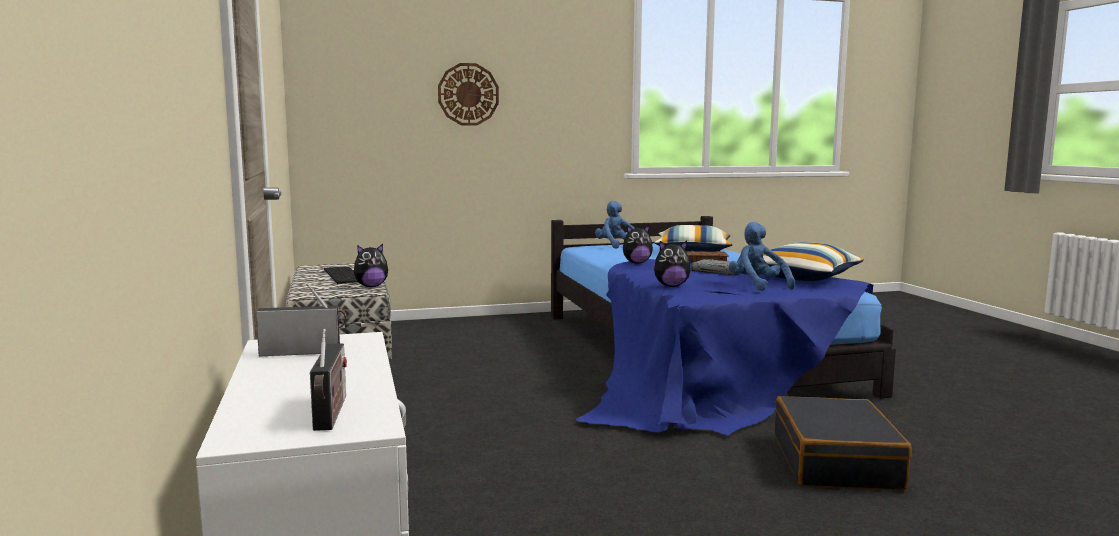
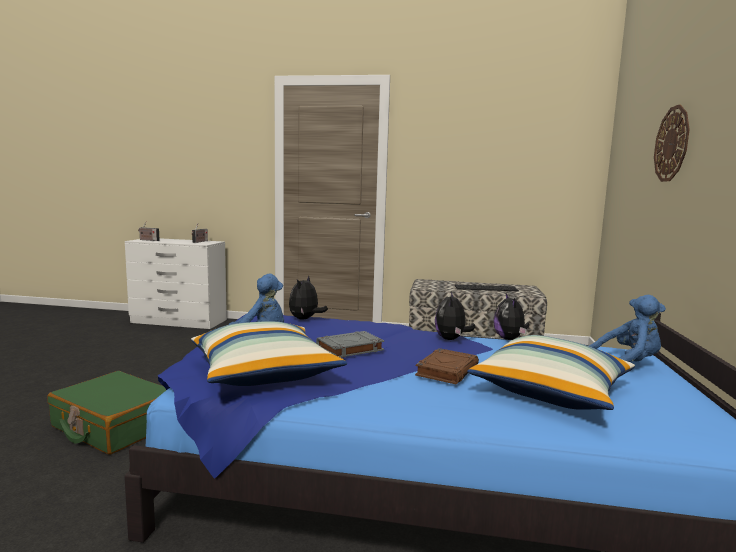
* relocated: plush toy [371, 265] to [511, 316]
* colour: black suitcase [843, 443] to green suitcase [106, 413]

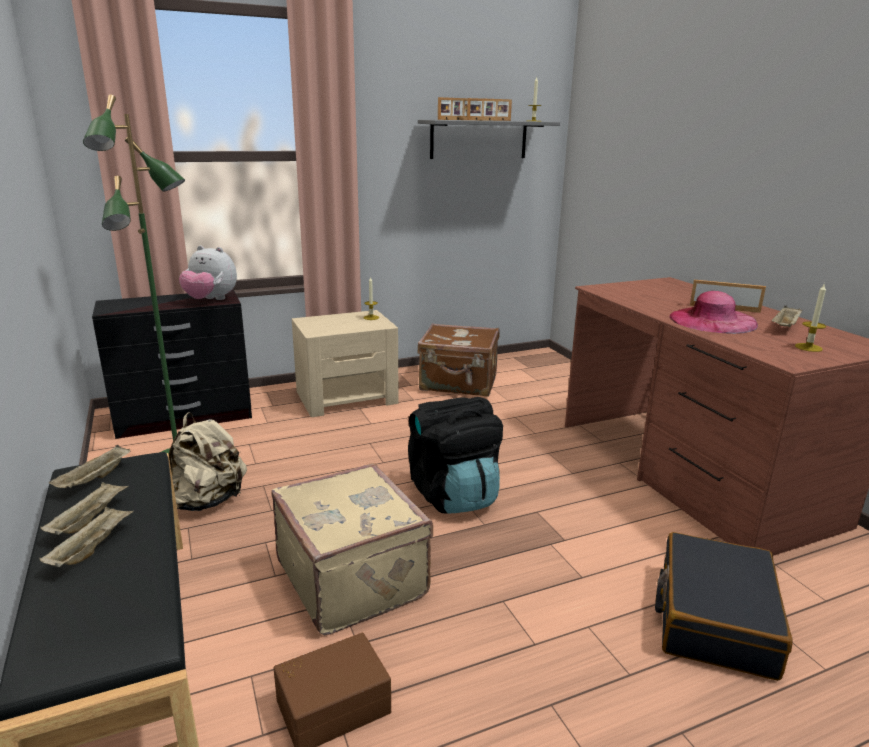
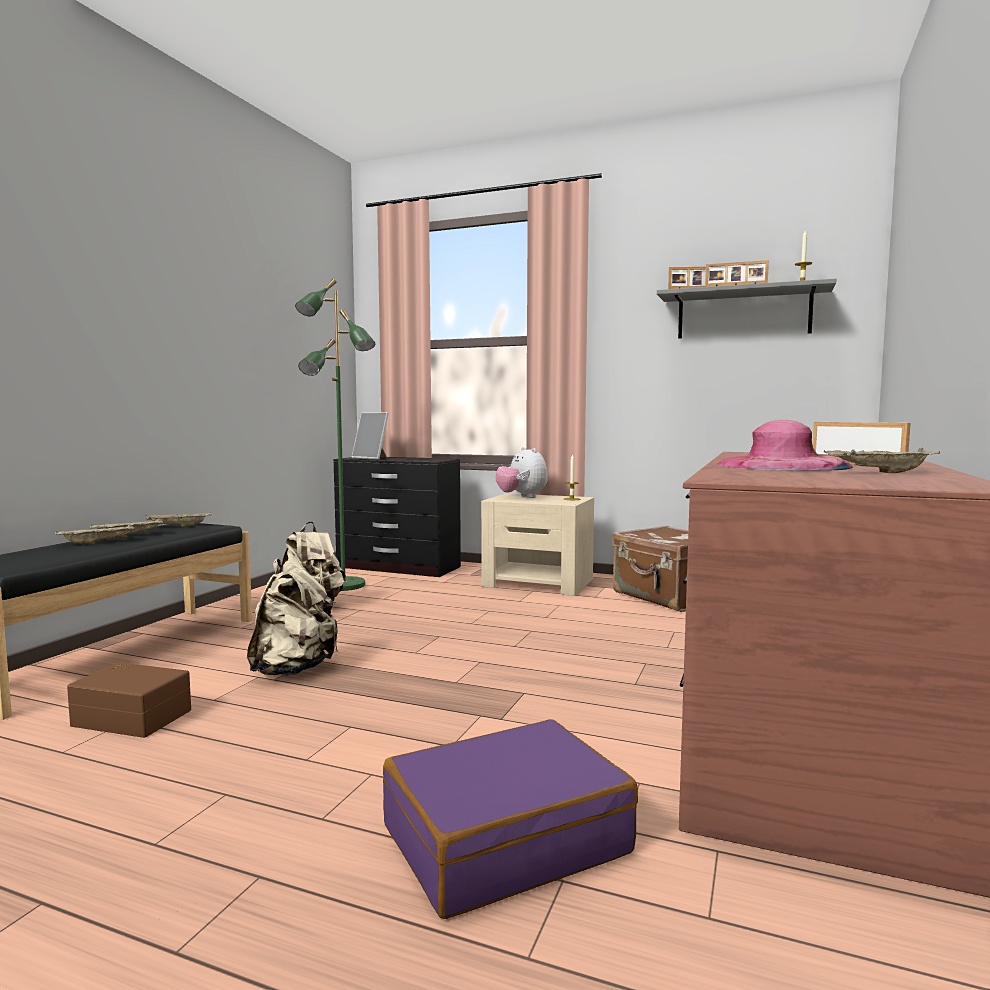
* relocated: plush toy [208, 272] to [522, 472]
* missing: candle [810, 317]
* missing: black backpack [455, 455]
* exchanged: beige suitcase [352, 549] to beige backpack [292, 617]
* colour: black suitcase [723, 606] to purple suitcase [510, 819]
* appeared: picture frame [370, 435]

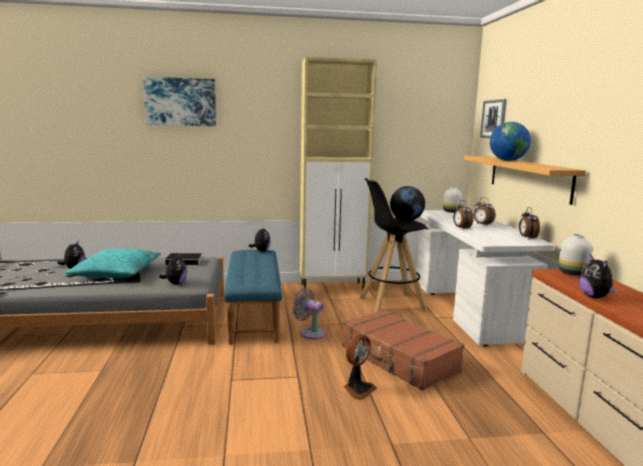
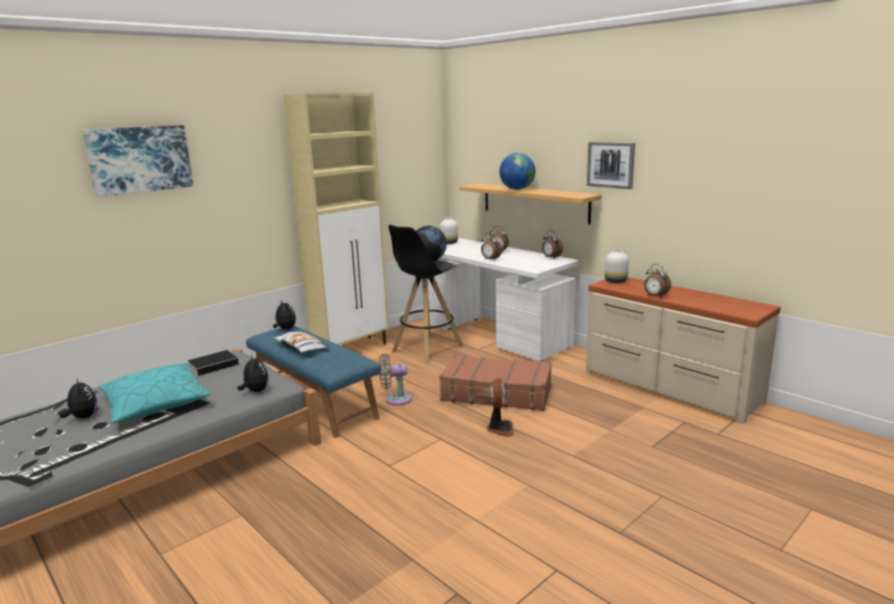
* relocated: picture [493, 118] to [611, 165]
* exchanged: plush toy [598, 276] to alarm clock [657, 280]
* appeared: pillow [301, 342]

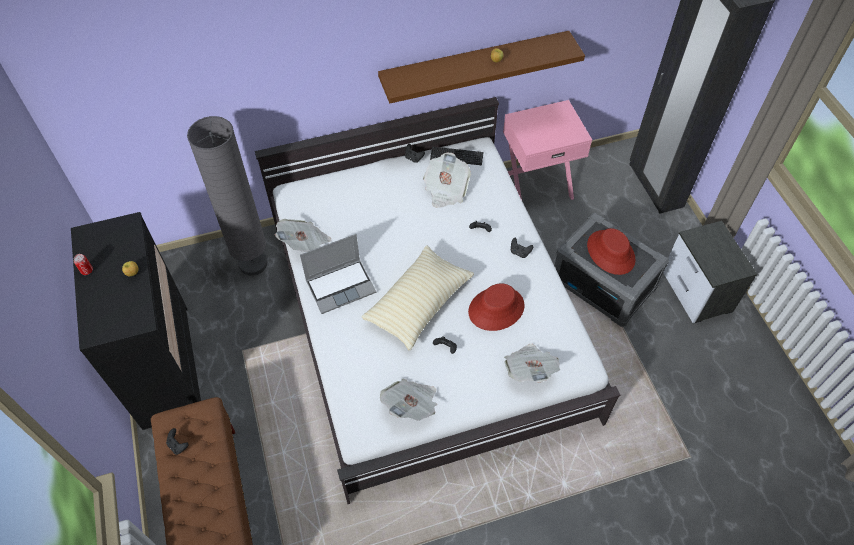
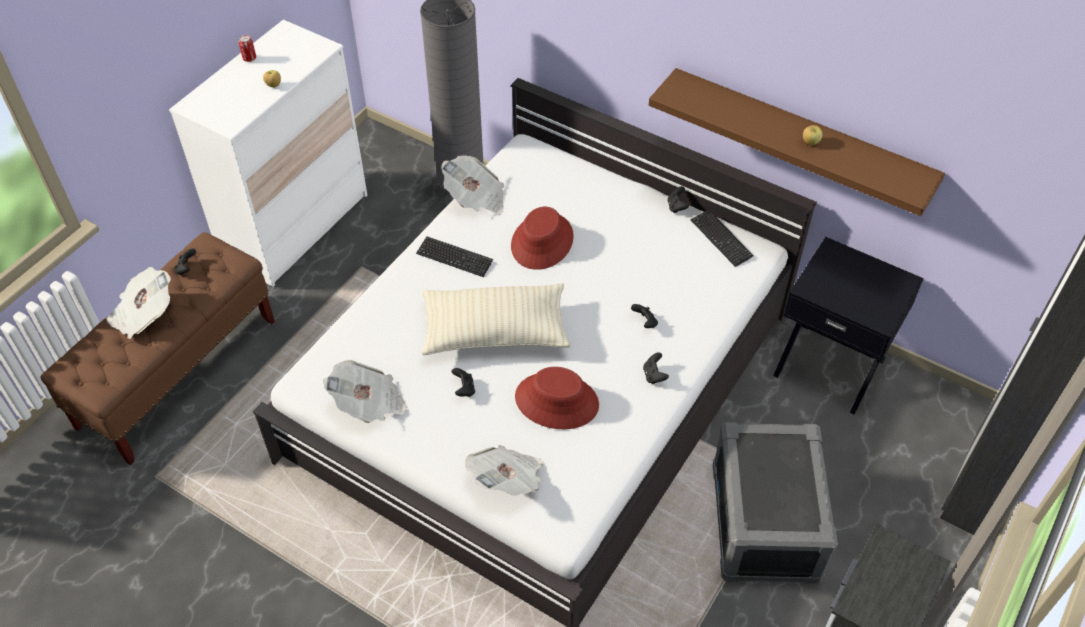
* colour: pink nightstand [547, 150] to black nightstand [848, 325]
* relocated: newspaper [447, 180] to [139, 303]
* colour: black dresser [136, 321] to white dresser [268, 153]
* relocated: red hat [611, 251] to [542, 238]
* exchanged: laptop [338, 274] to keyboard [454, 256]

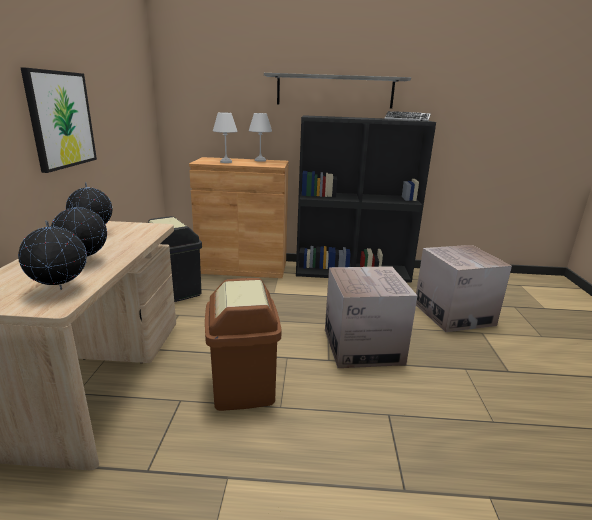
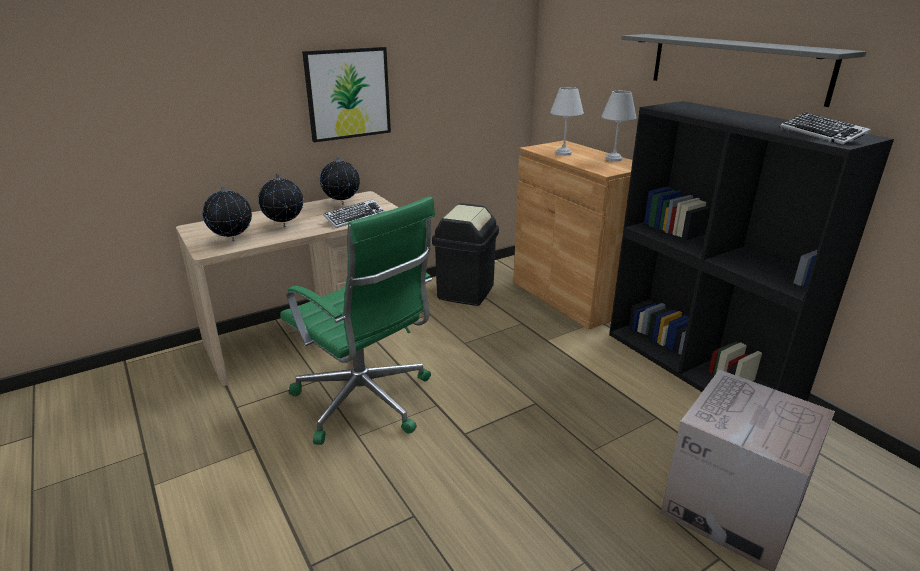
* missing: cardboard box [371, 317]
* exchanged: brown trash can [243, 344] to green office chair [357, 320]
* appeared: keyboard [354, 213]

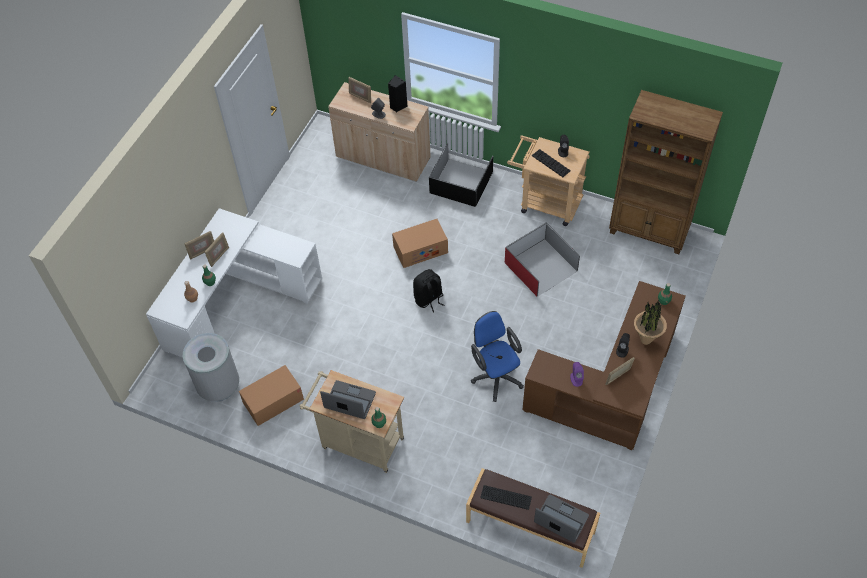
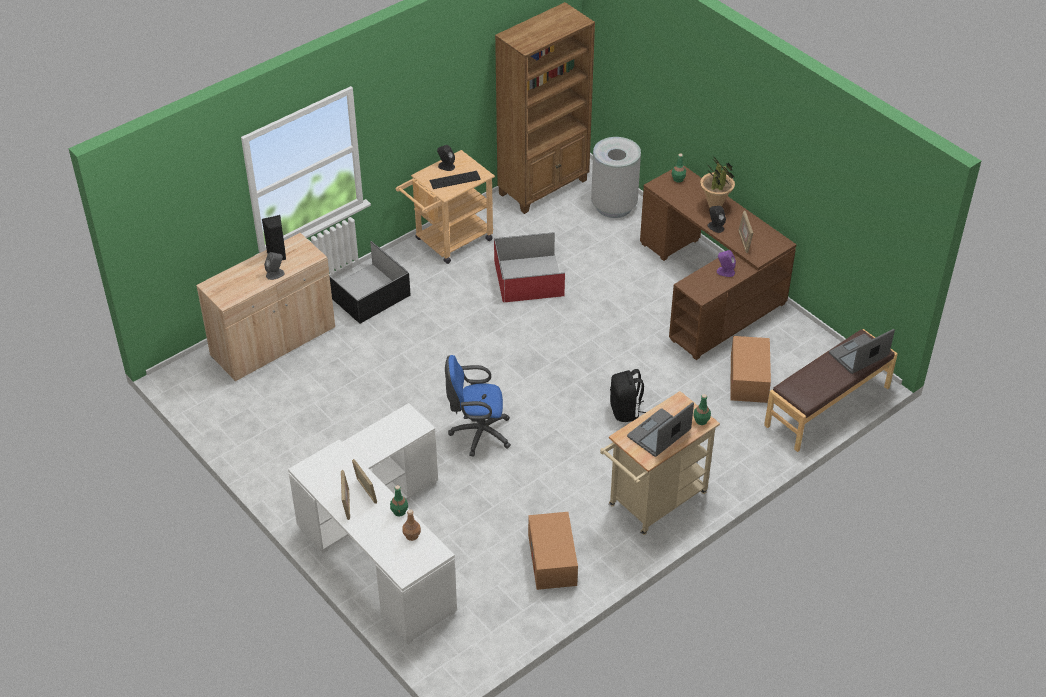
* missing: picture frame [359, 90]
* relocated: cardboard box [420, 243] to [751, 369]
* relocated: black backpack [428, 291] to [628, 395]
* relocated: blue office chair [497, 356] to [478, 406]
* relocated: grey trash can [211, 367] to [616, 177]
* missing: keyboard [506, 497]

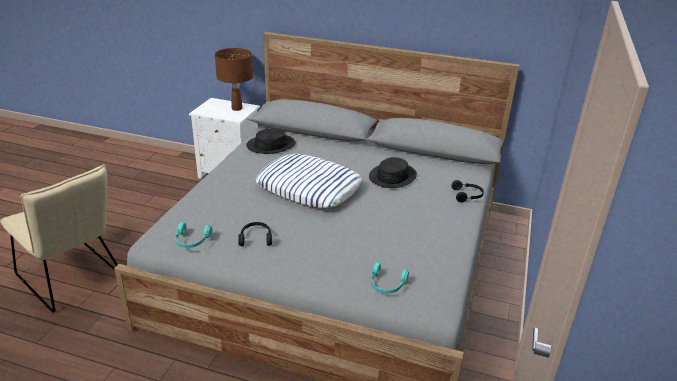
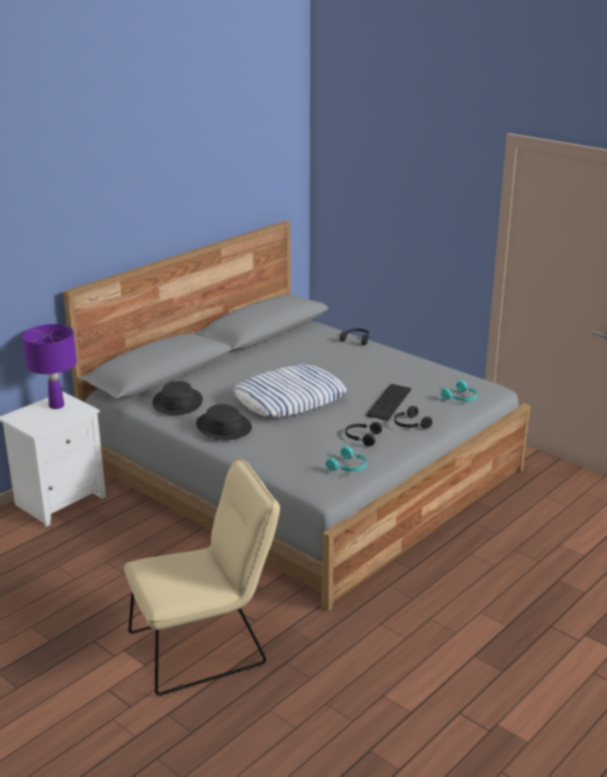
* colour: brown table lamp [234, 79] to purple table lamp [49, 366]
* relocated: black hat [393, 172] to [224, 422]
* appeared: keyboard [388, 402]
* appeared: black headphones [413, 417]

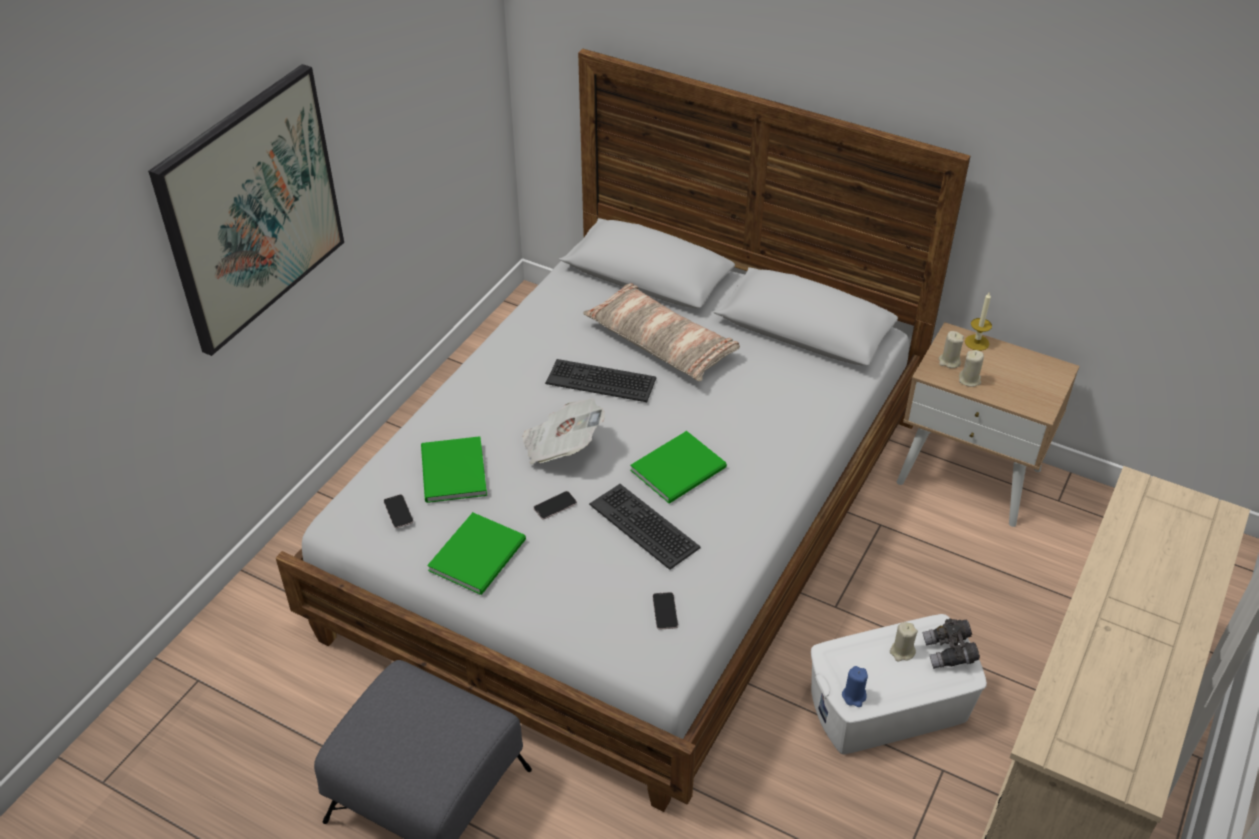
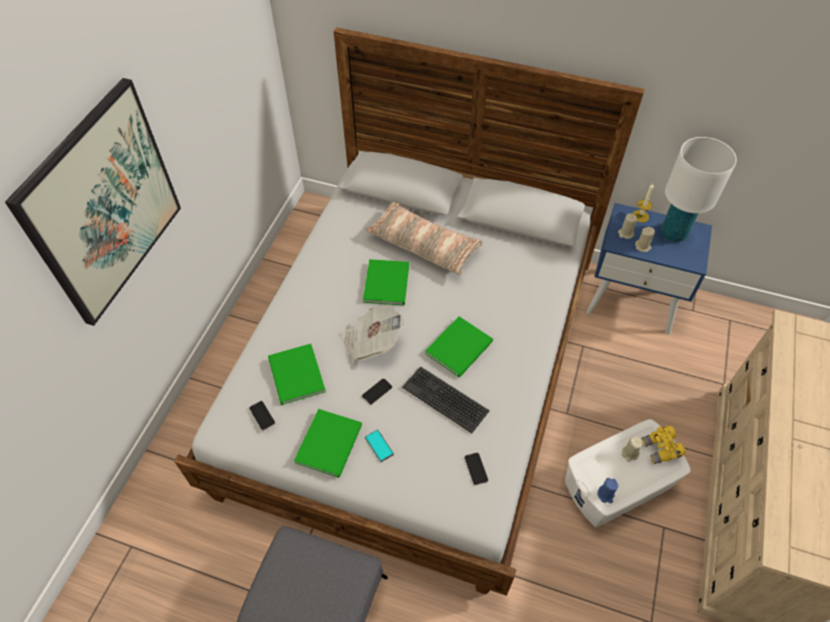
* colour: beige nightstand [988, 424] to blue nightstand [649, 269]
* exchanged: keyboard [600, 380] to green book [386, 282]
* colour: grey binoculars [951, 643] to yellow binoculars [664, 445]
* appeared: white table lamp [699, 189]
* appeared: phone [379, 446]

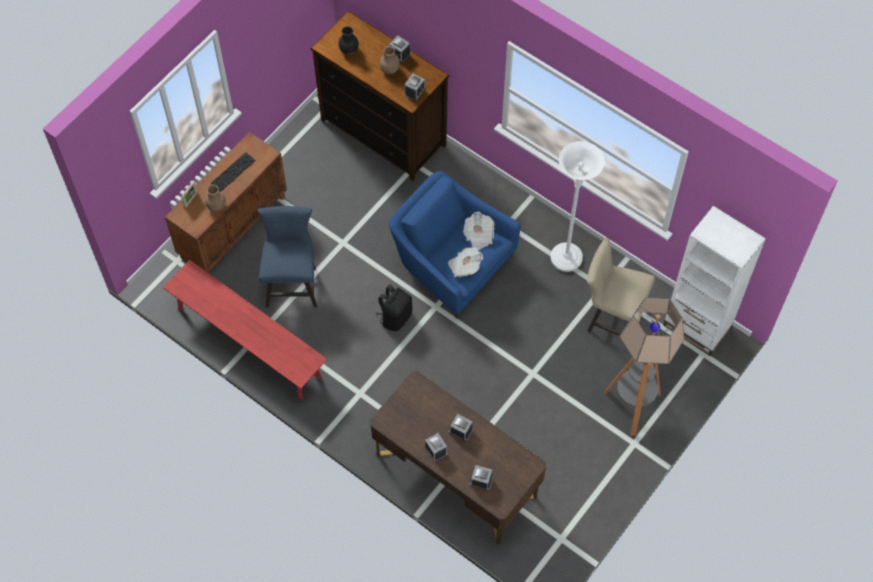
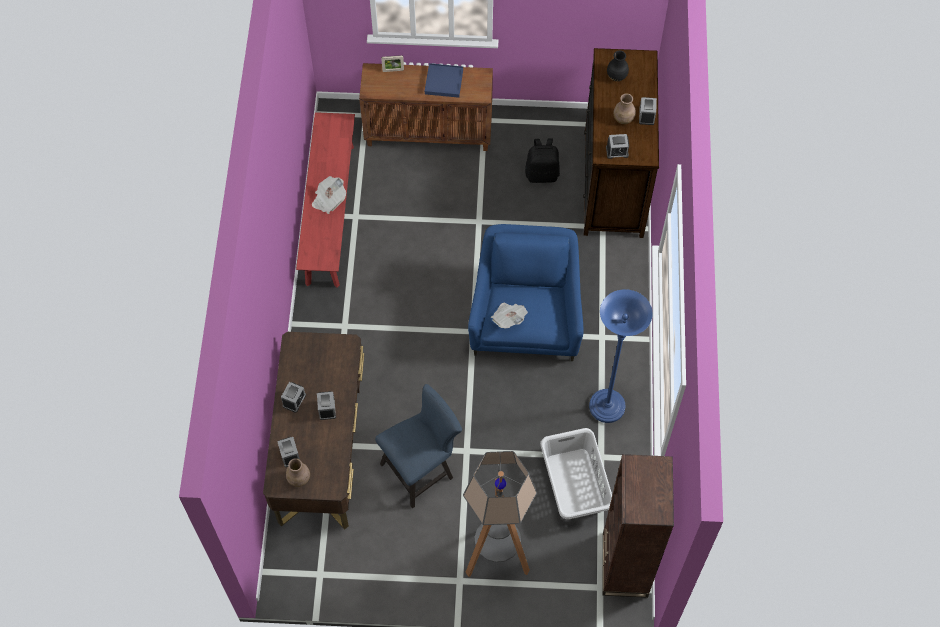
* colour: white floor lamp [578, 206] to blue floor lamp [621, 356]
* exchanged: keyboard [233, 172] to blue tray [444, 80]
* relocated: brown vase [215, 198] to [298, 472]
* relocated: blue chair [287, 256] to [418, 446]
* colour: white bookcase [714, 281] to brown bookcase [638, 526]
* relocated: newspaper [478, 231] to [329, 195]
* exchanged: beige chair [621, 287] to grey laundry basket [576, 474]
* relocated: black backpack [394, 308] to [542, 160]

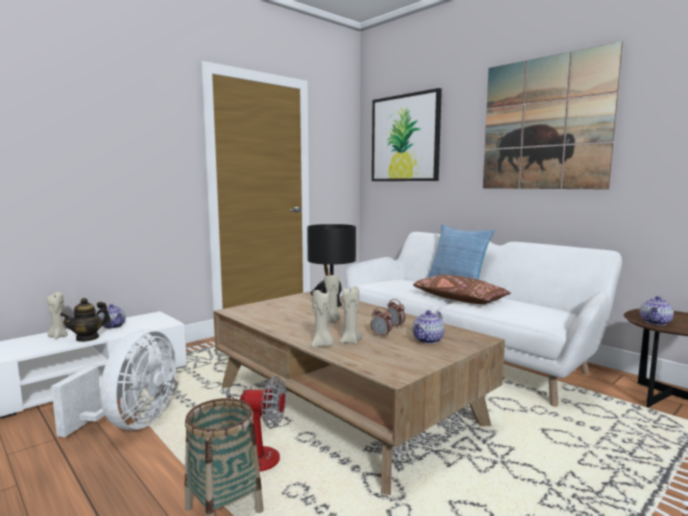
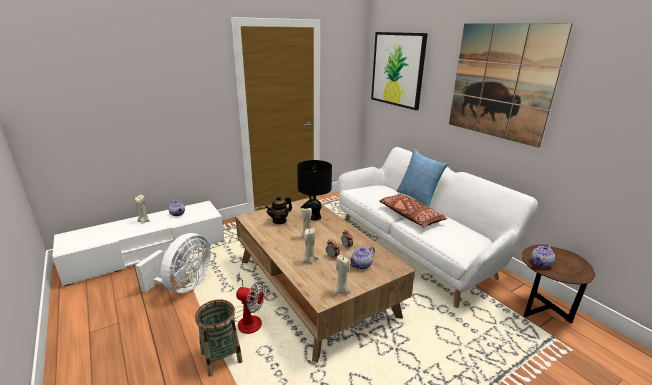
* relocated: beige candle [323, 318] to [342, 275]
* relocated: teapot [85, 320] to [278, 209]

